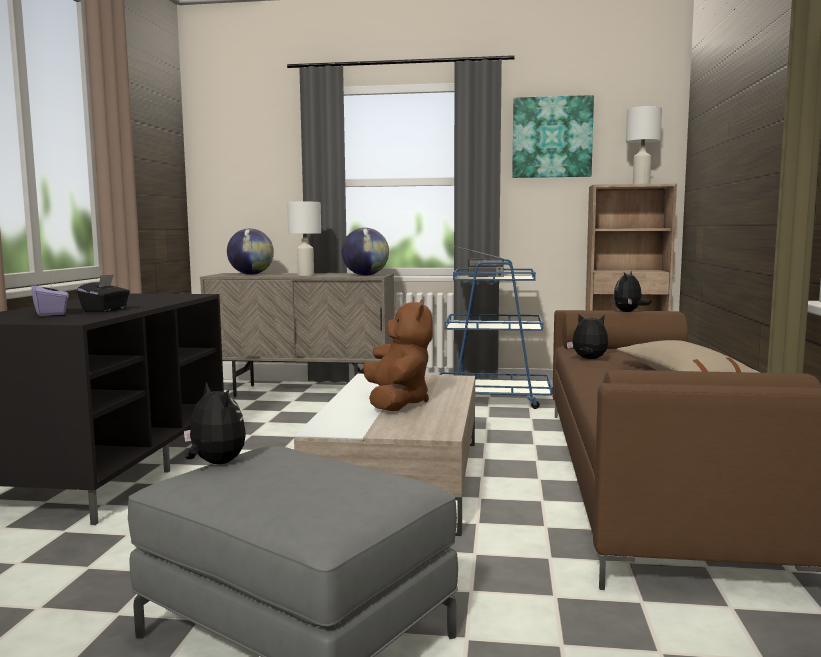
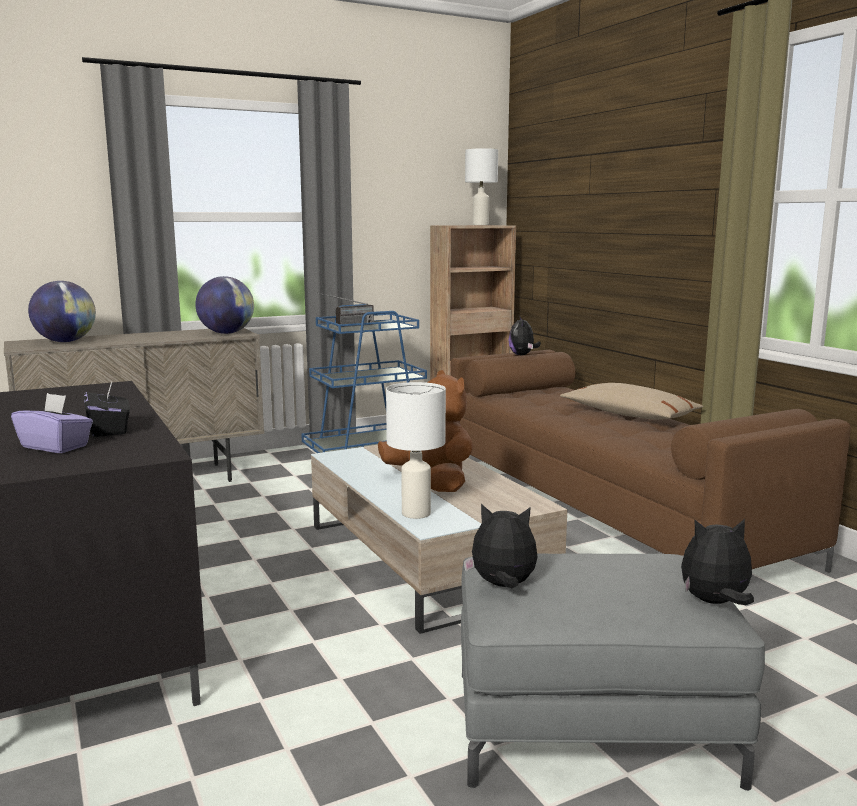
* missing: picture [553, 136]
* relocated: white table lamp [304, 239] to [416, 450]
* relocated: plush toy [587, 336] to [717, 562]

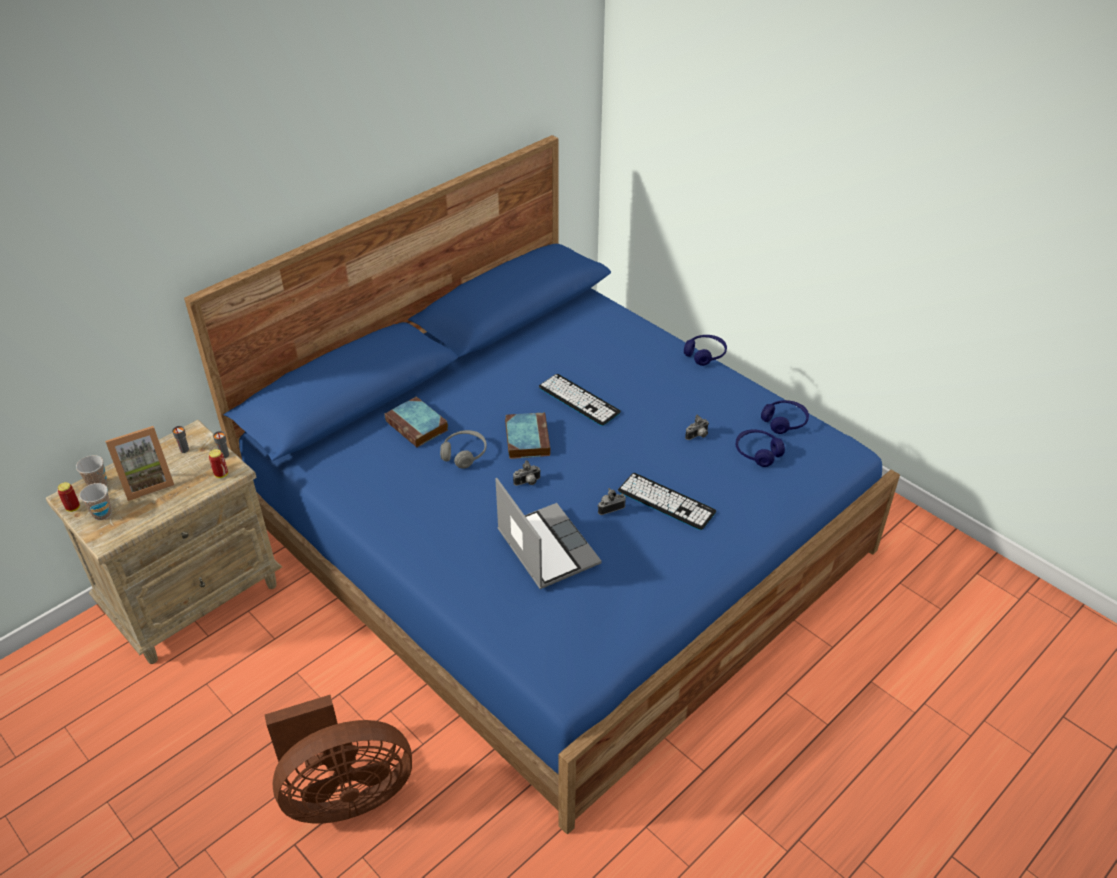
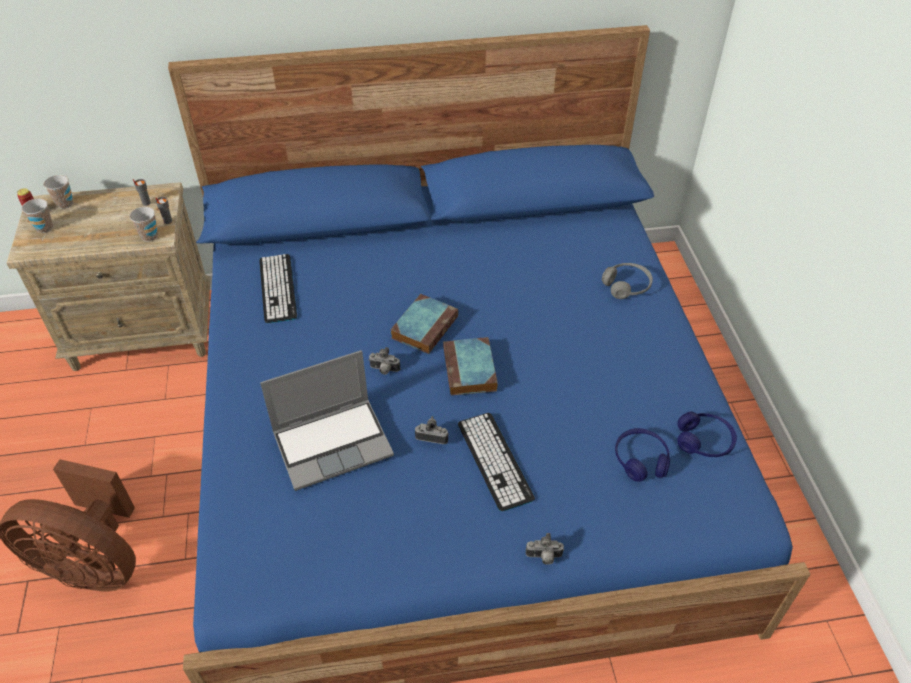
* missing: blue headphones [705, 350]
* relocated: keyboard [580, 400] to [278, 288]
* relocated: book [416, 422] to [470, 366]
* relocated: photo camera [697, 427] to [545, 549]
* missing: picture frame [139, 463]
* relocated: grey headphones [463, 449] to [627, 281]
* exchanged: can [218, 463] to cup [143, 224]
* spun: laptop [548, 533] = [327, 420] 60 degrees clockwise

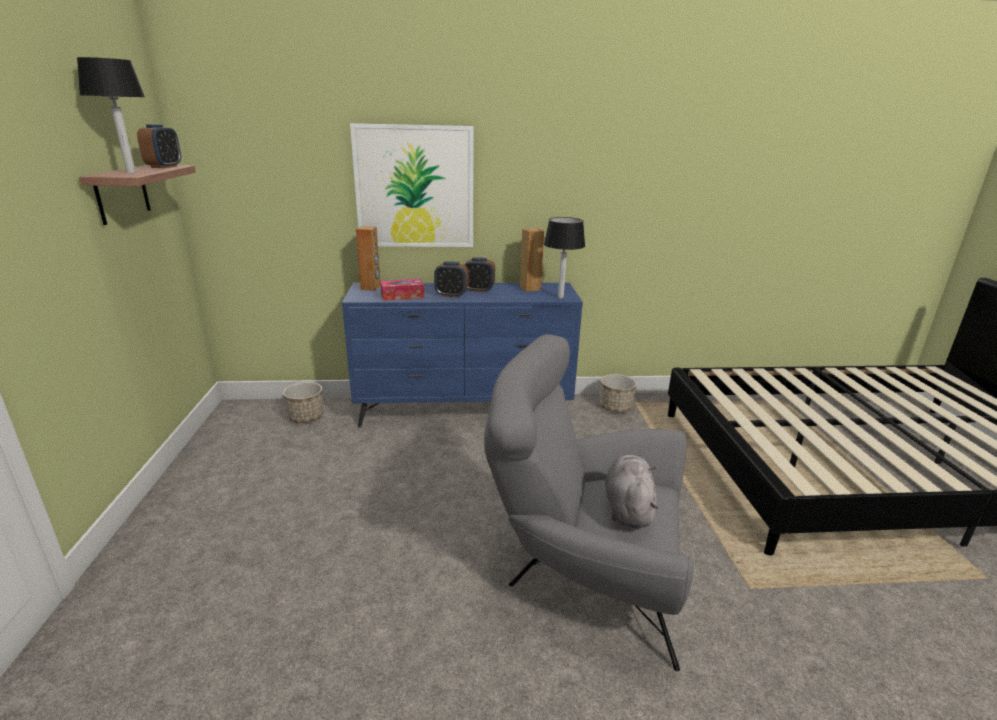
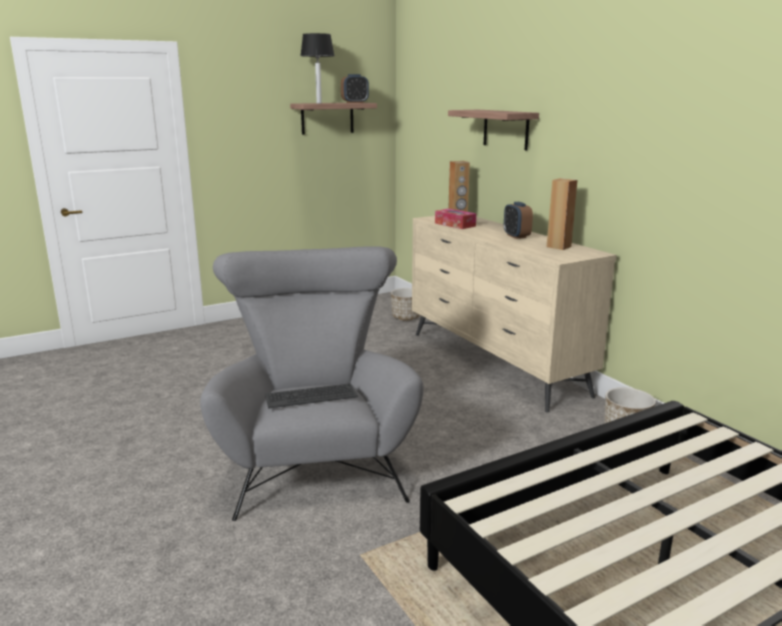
* exchanged: picture [412, 185] to shelf [493, 130]
* missing: table lamp [564, 257]
* missing: alarm clock [451, 279]
* colour: blue dresser [462, 355] to beige dresser [514, 314]
* exchanged: grey plush toy [632, 491] to keyboard [311, 396]

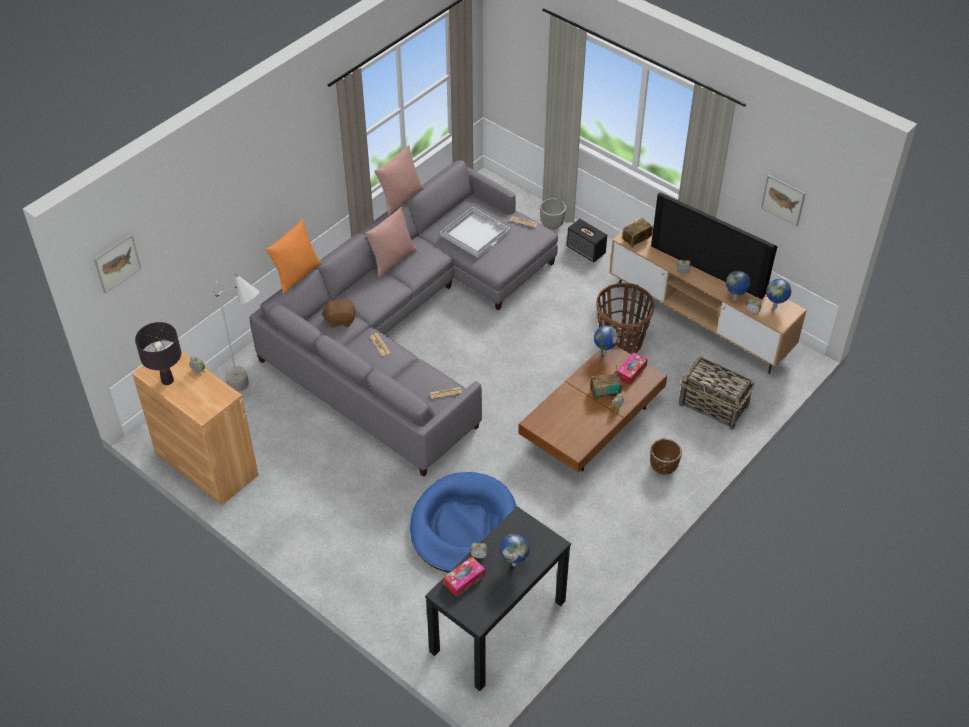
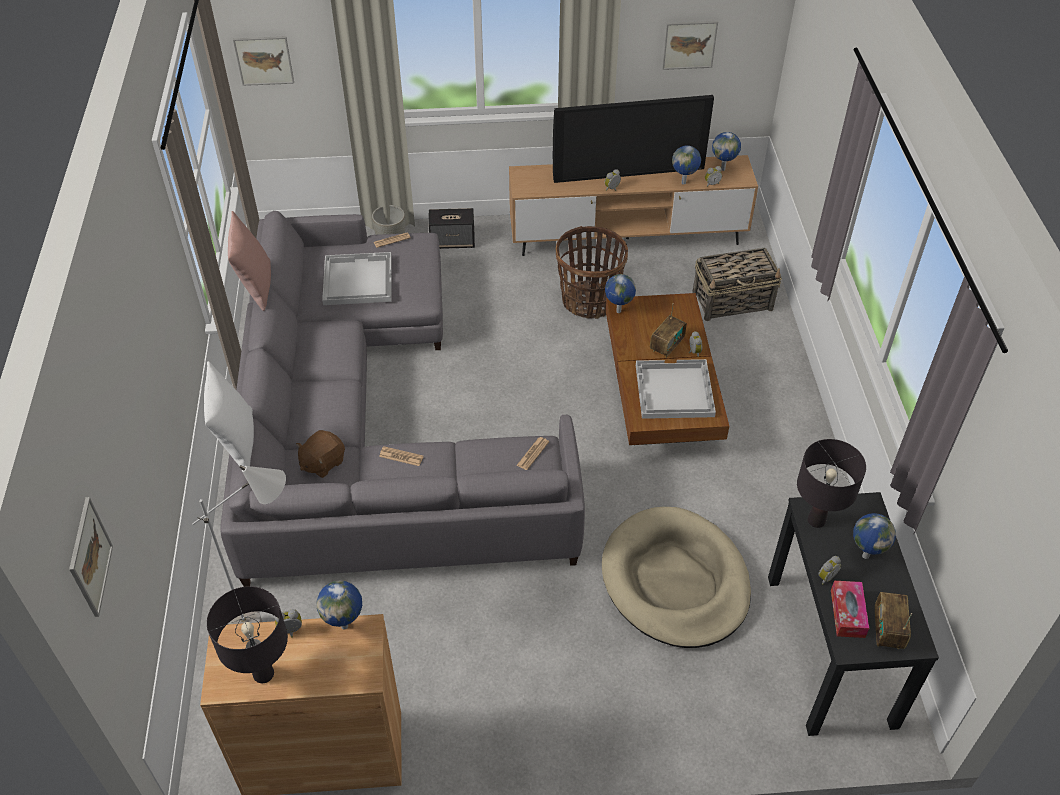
* missing: pink pillow [391, 242]
* relocated: radio [637, 233] to [893, 620]
* colour: orange pillow [293, 256] to white pillow [229, 413]
* missing: tissue box [632, 368]
* missing: brown planter [666, 457]
* colour: blue dog bed [463, 522] to beige dog bed [676, 577]
* appeared: picture [263, 61]
* appeared: white tray [676, 389]
* appeared: black table lamp [831, 483]
* appeared: globe [339, 605]

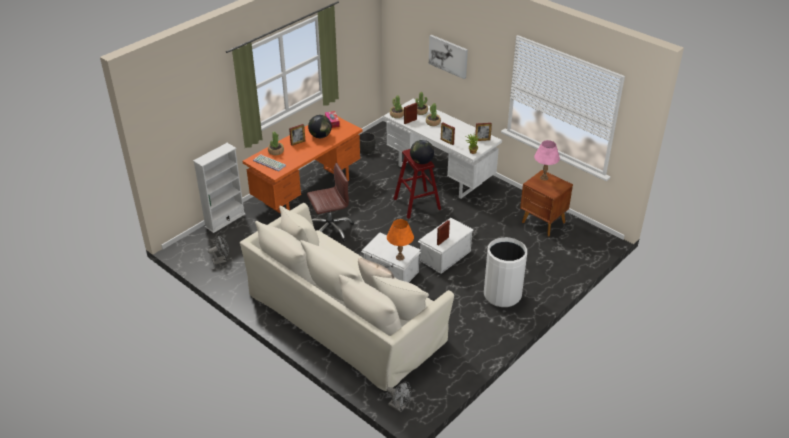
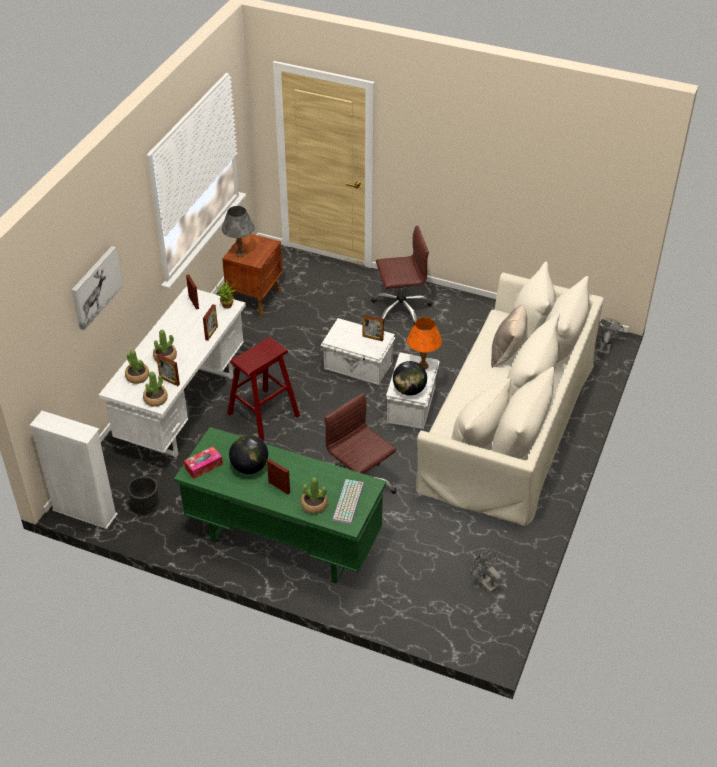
* colour: orange desk [303, 165] to green desk [280, 505]
* relocated: globe [422, 152] to [410, 378]
* colour: pink table lamp [547, 160] to grey table lamp [238, 231]
* relocated: white bookcase [219, 188] to [74, 470]
* exchanged: white trash can [505, 272] to brown office chair [401, 274]

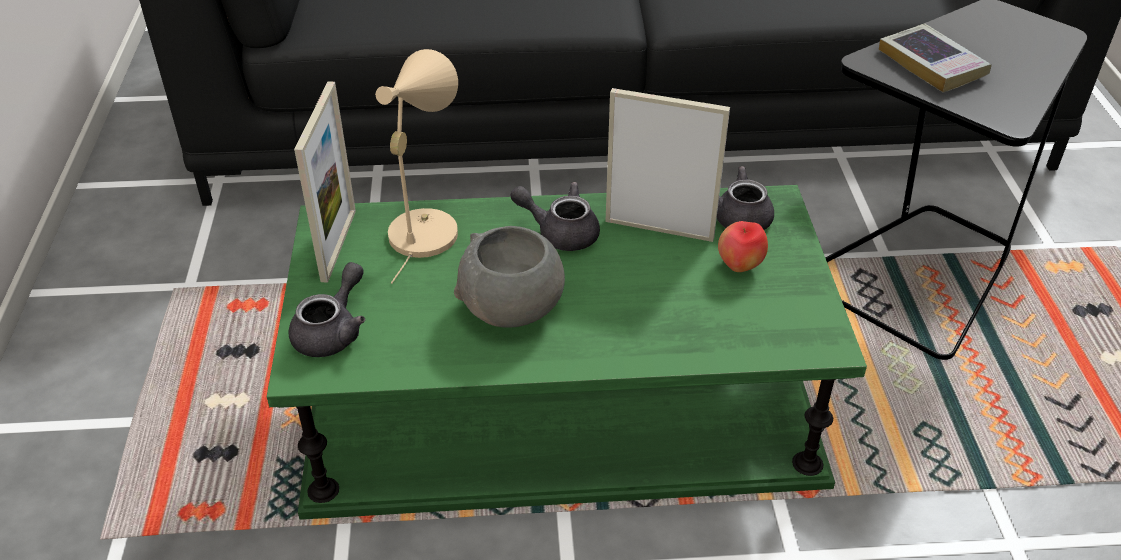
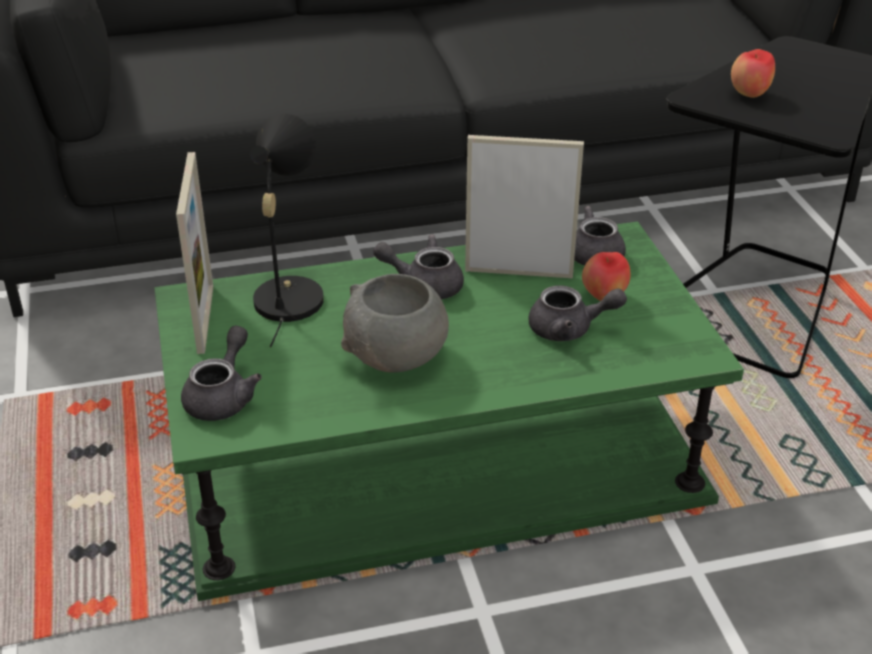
* exchanged: book [935, 58] to apple [753, 73]
* colour: beige table lamp [416, 166] to black table lamp [287, 230]
* appeared: grey teapot [577, 313]

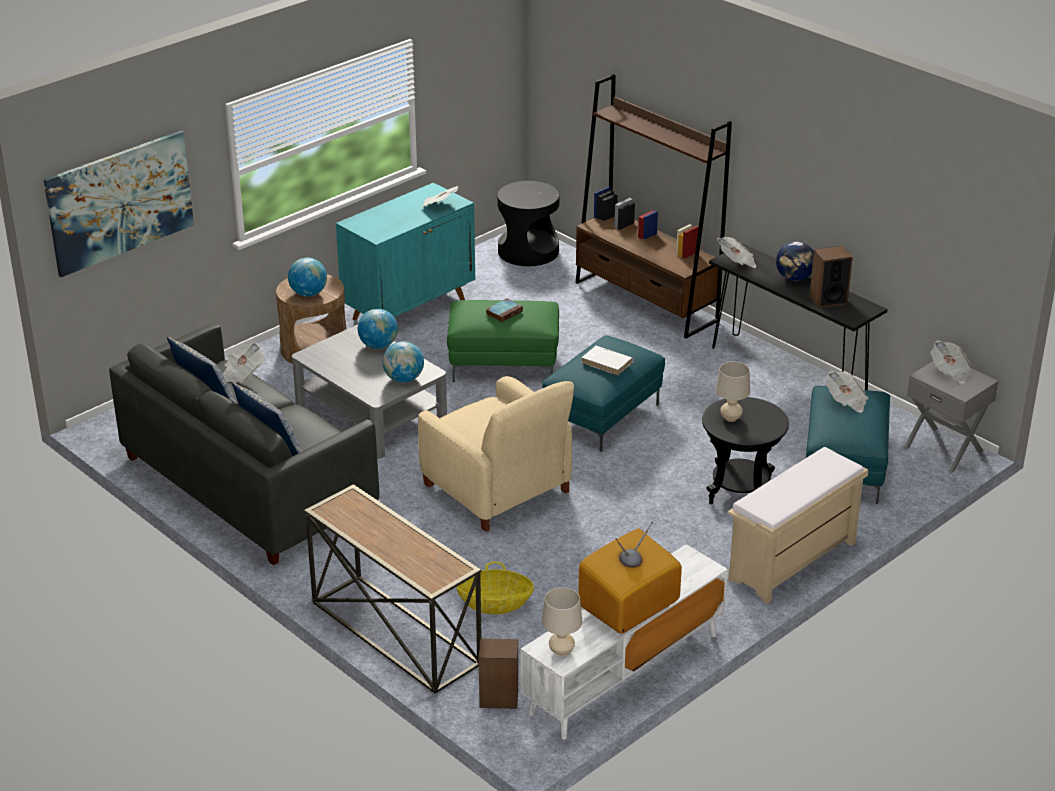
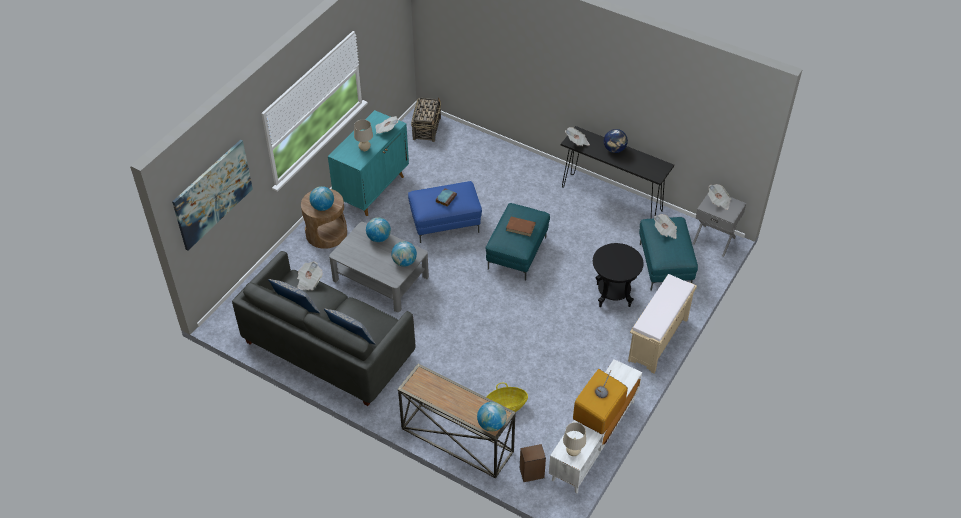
* missing: brown bookcase [654, 206]
* exchanged: black side table [528, 223] to basket [426, 119]
* missing: speaker [831, 277]
* colour: green ottoman [503, 341] to blue ottoman [445, 212]
* colour: white book [607, 361] to brown book [521, 227]
* relocated: beige table lamp [733, 391] to [363, 135]
* missing: beige armchair [496, 454]
* appeared: globe [492, 416]

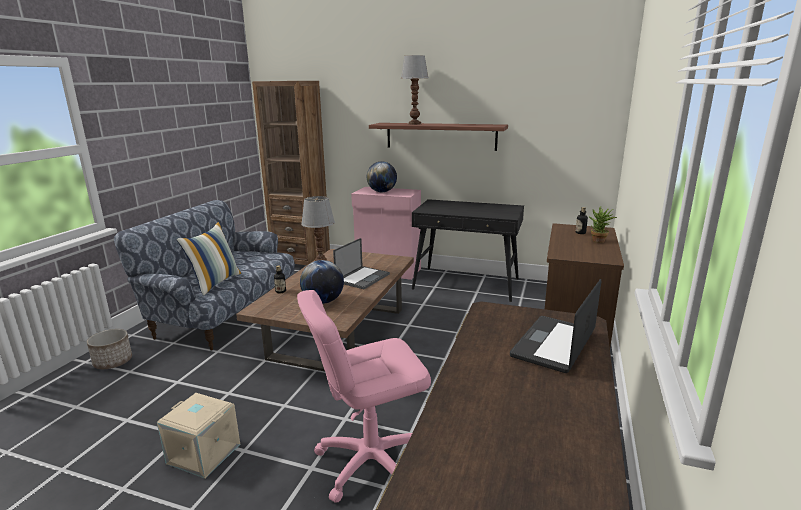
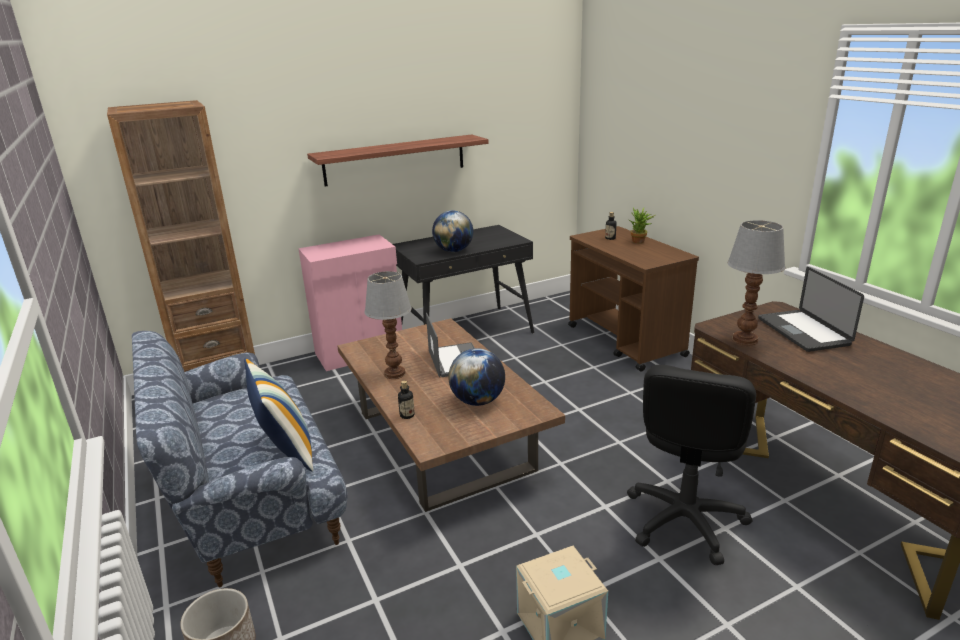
* relocated: table lamp [415, 90] to [756, 282]
* relocated: globe [382, 177] to [452, 231]
* colour: pink office chair [364, 396] to black office chair [691, 465]

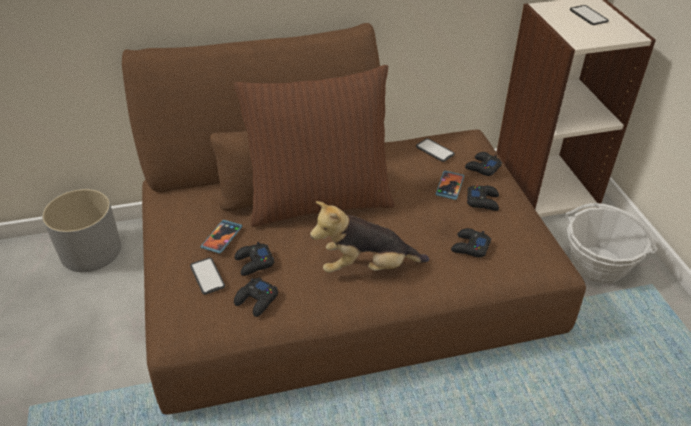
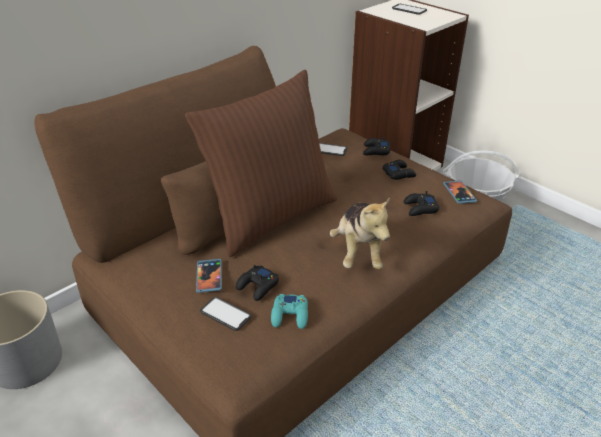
* relocated: phone [449, 185] to [460, 192]
* spun: plush toy [369, 237] = [360, 233] 60 degrees counterclockwise
* colour: black game controller [256, 297] to turquoise game controller [289, 311]

